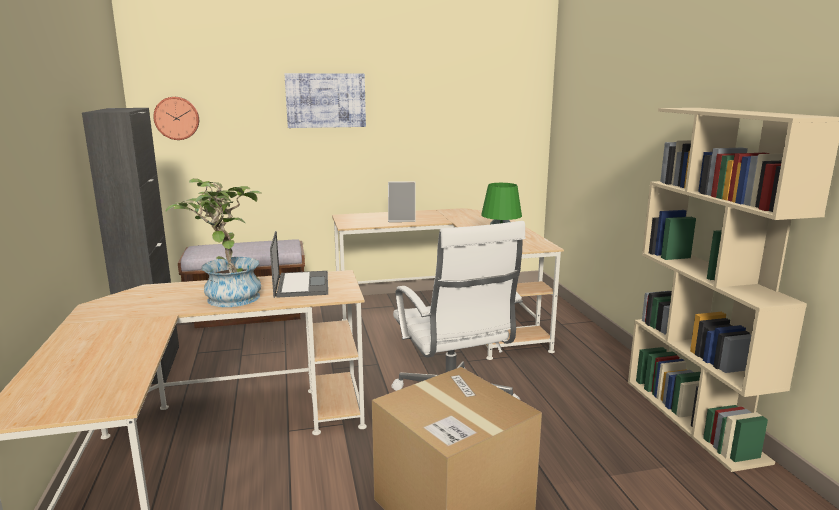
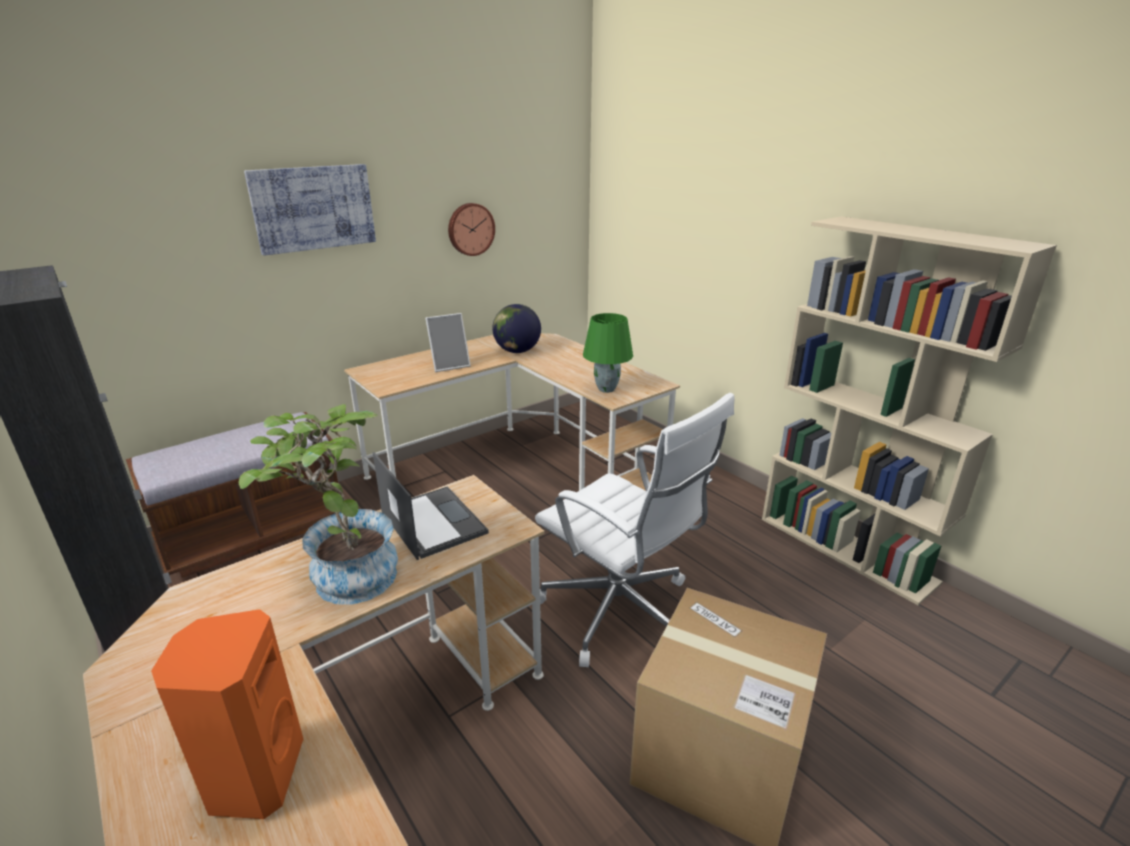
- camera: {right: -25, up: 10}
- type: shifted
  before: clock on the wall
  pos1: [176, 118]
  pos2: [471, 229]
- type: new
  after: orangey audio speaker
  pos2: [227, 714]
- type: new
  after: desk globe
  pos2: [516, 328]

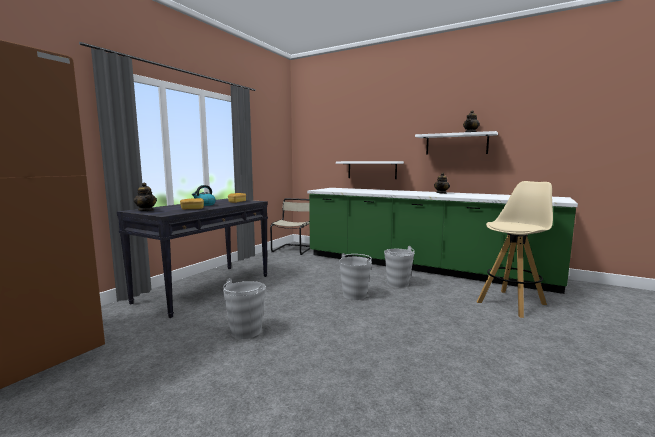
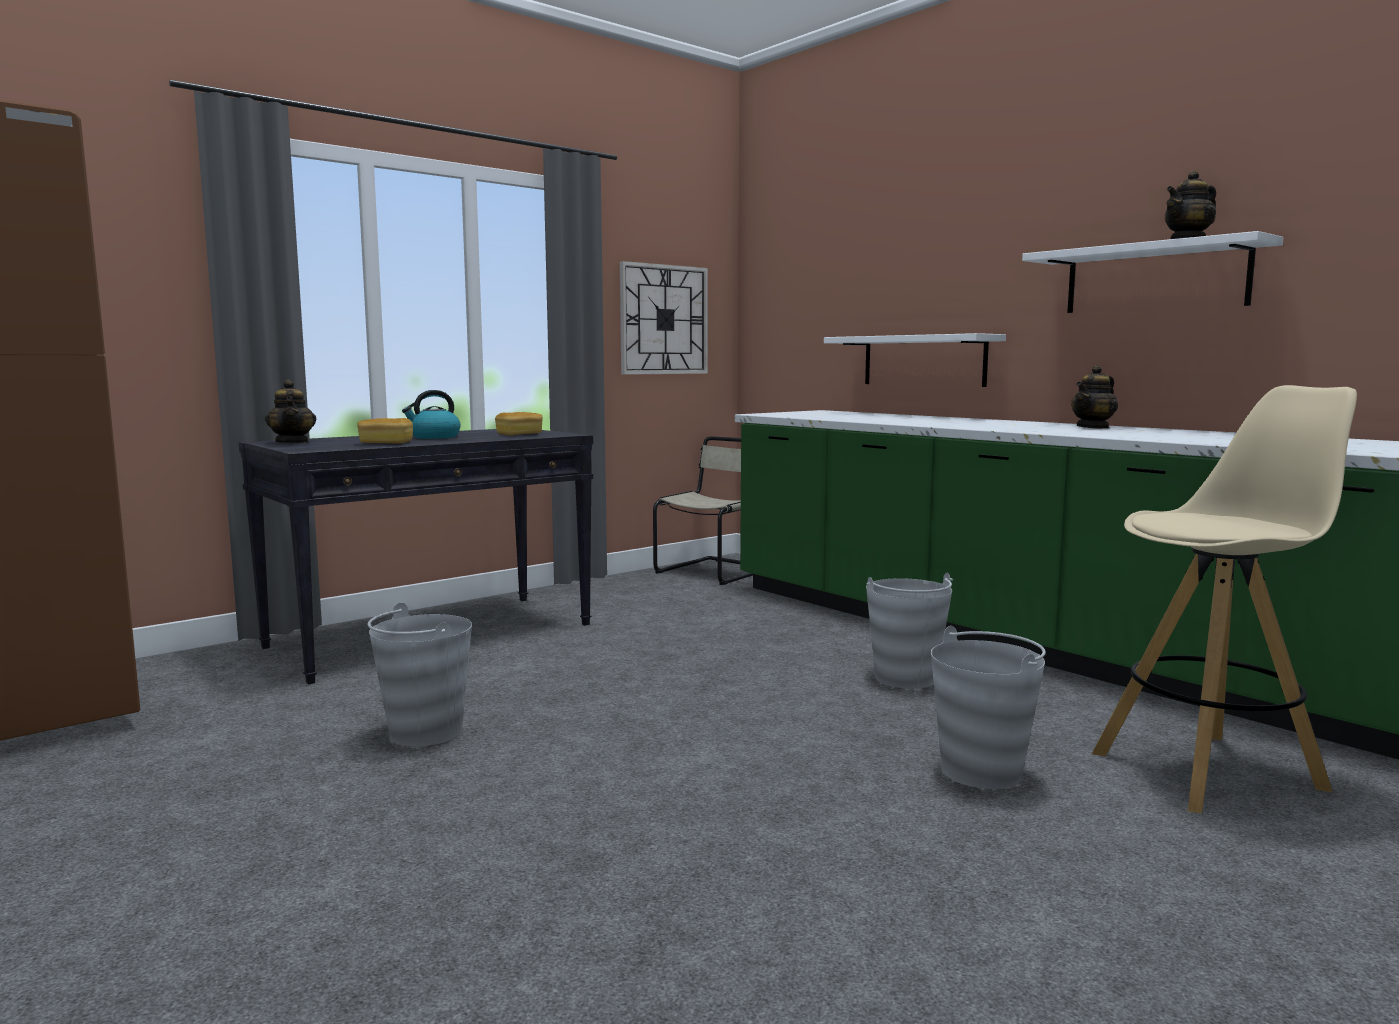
- camera: {right: 20, up: 0}
- type: shifted
  before: grey water bucket
  pos1: [355, 276]
  pos2: [988, 707]
- type: new
  after: clock on the wall
  pos2: [664, 318]

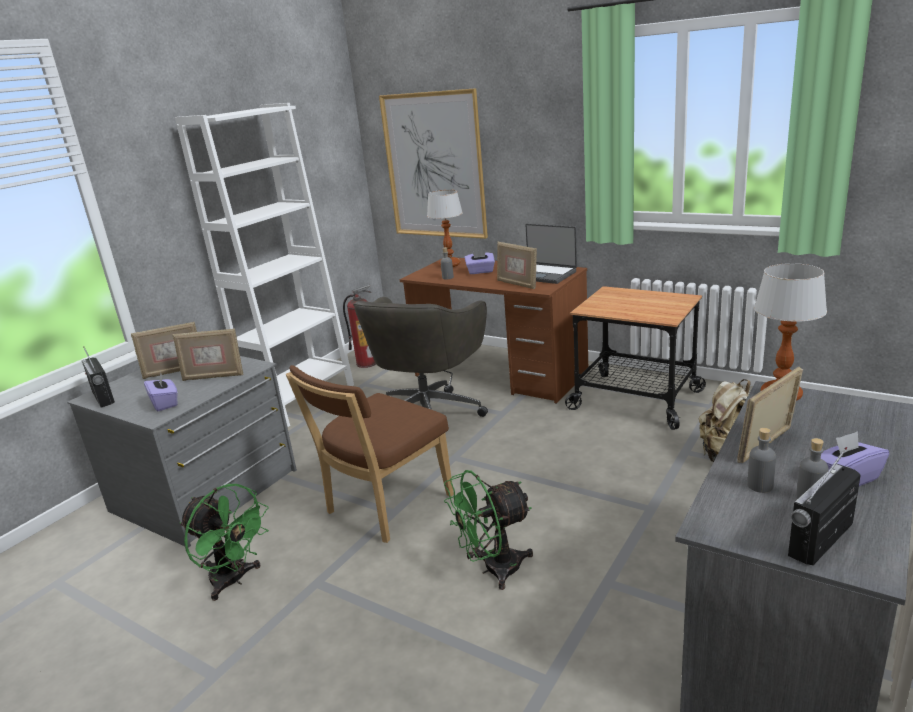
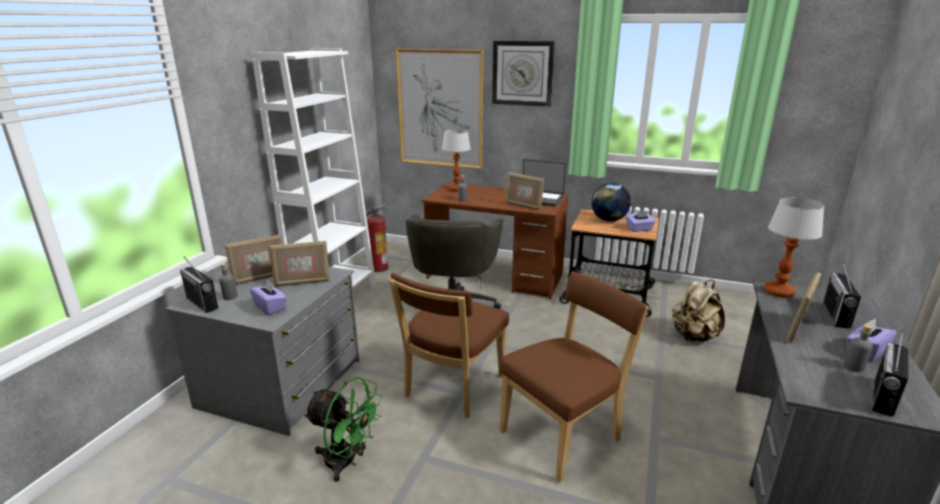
- camera: {right: -15, up: 0}
- type: swapped
  before: green fan
  after: brown-coloured chair
  pos1: [488, 530]
  pos2: [573, 377]
- type: shifted
  before: purple tissue box
  pos1: [480, 262]
  pos2: [641, 221]
- type: shifted
  before: grey drink bottle
  pos1: [761, 460]
  pos2: [228, 281]
- type: new
  after: clock on the wall
  pos2: [523, 74]
- type: new
  after: desk globe
  pos2: [611, 202]
- type: new
  after: radio
  pos2: [842, 295]

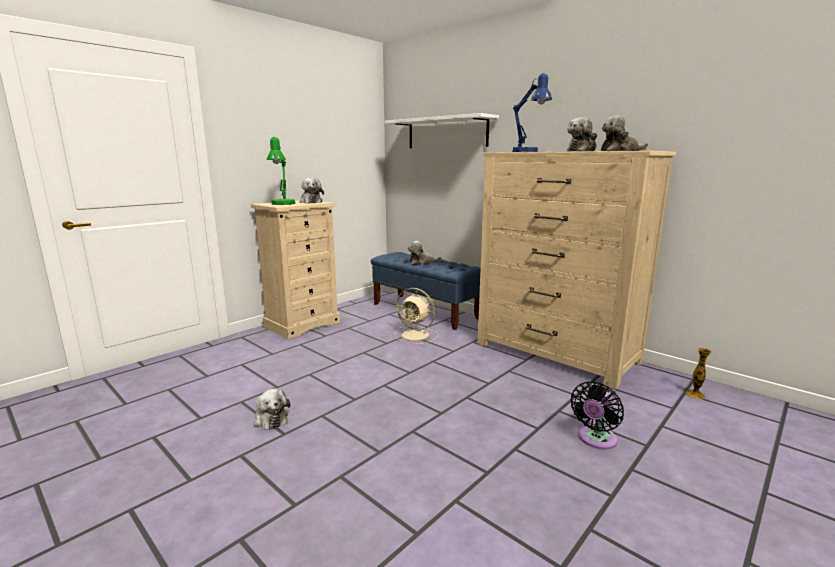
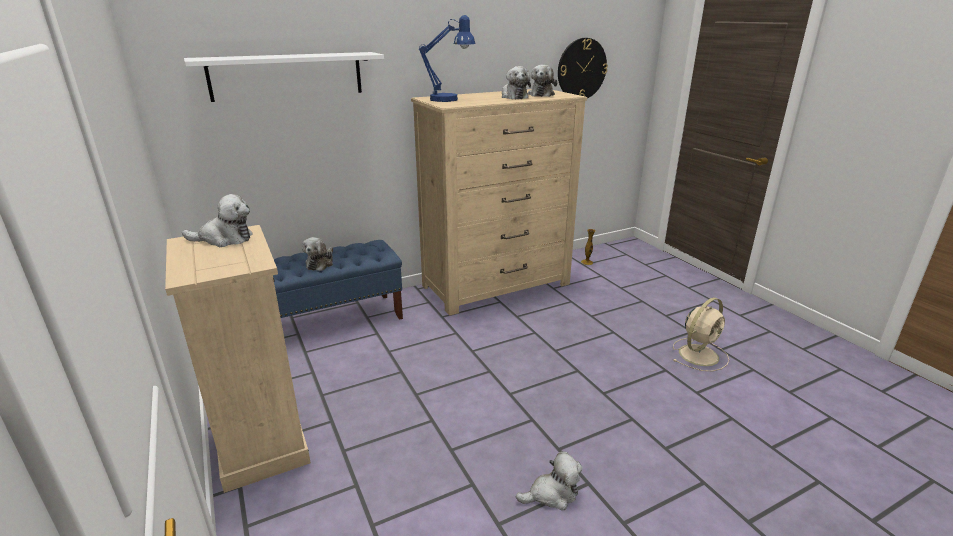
- camera: {right: -70, up: 10}
- type: gone
  before: green lamp for a table
  pos1: [281, 171]
- type: shifted
  before: beige-coloured fan
  pos1: [416, 316]
  pos2: [701, 334]
- type: gone
  before: black-coloured fan
  pos1: [597, 415]
- type: new
  after: clock on the wall
  pos2: [583, 68]

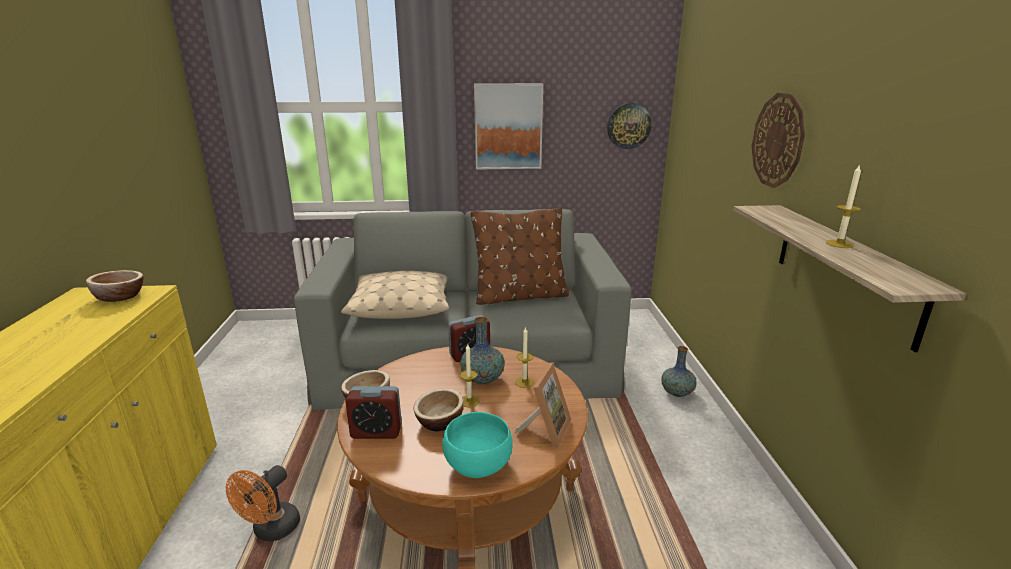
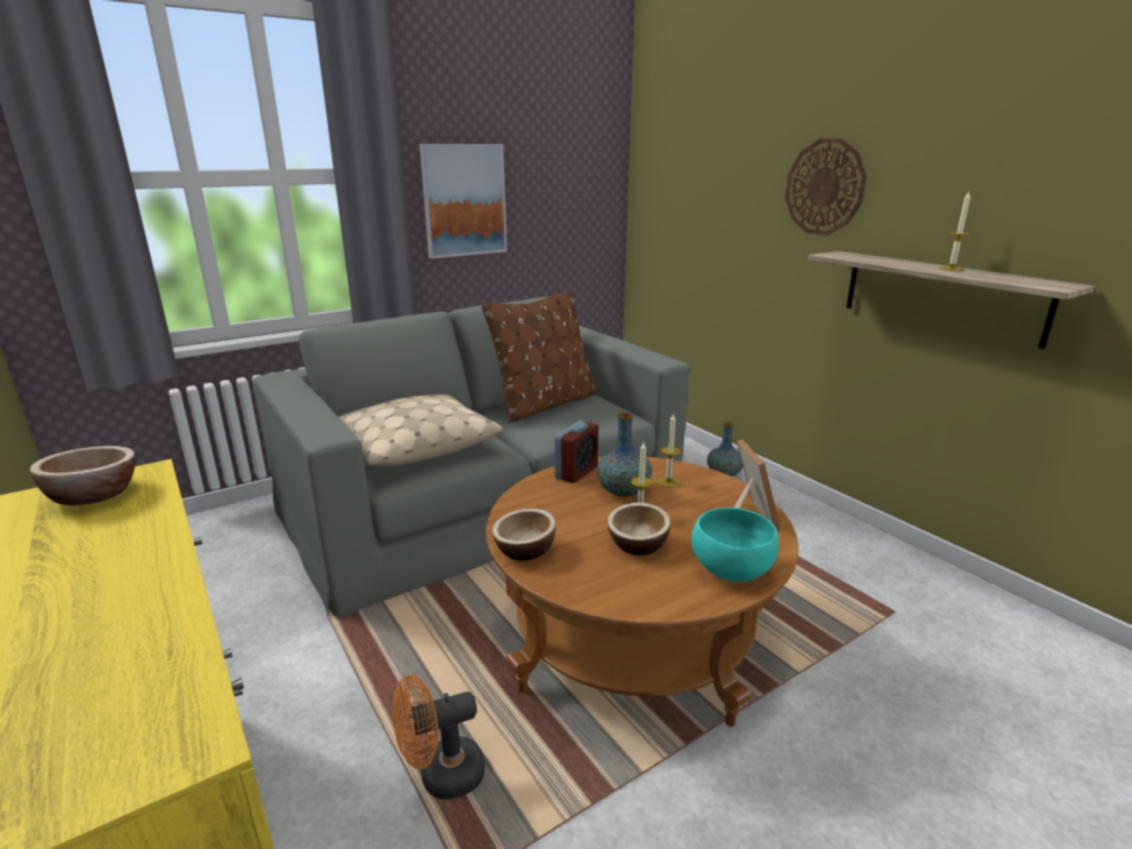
- camera: {right: -30, up: 0}
- type: rotated
  before: orangey fan
  pos1: [263, 503]
  pos2: [439, 737]
  turn: 75
- type: gone
  before: bedside clock
  pos1: [373, 412]
- type: gone
  before: clock on the wall
  pos1: [629, 126]

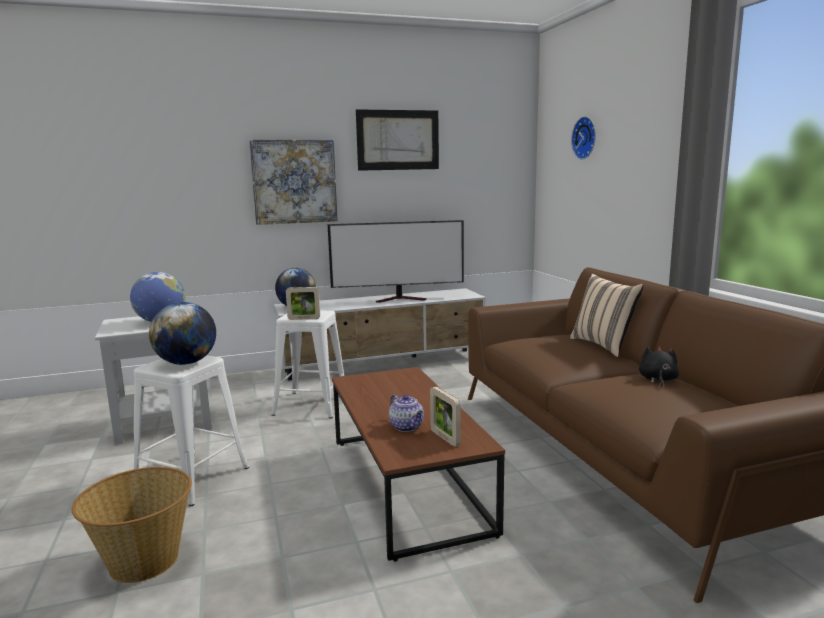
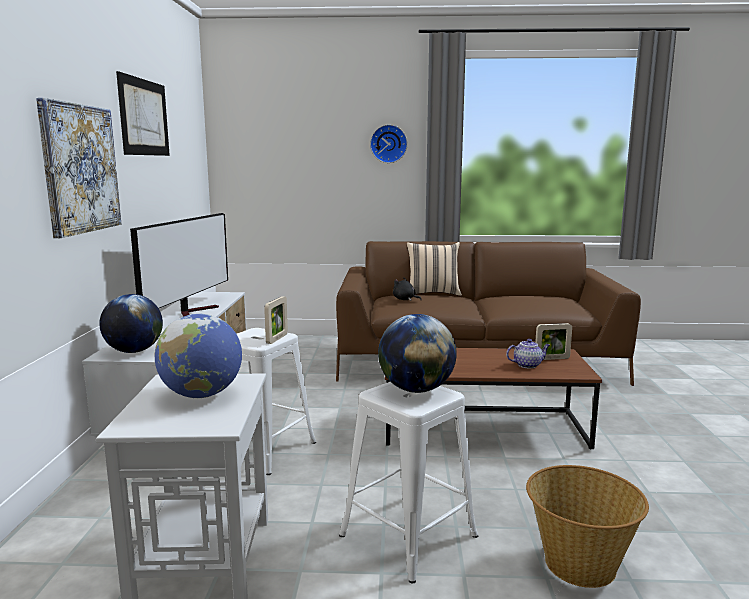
- camera: {right: -70, up: 0}
- type: shifted
  before: clock on the wall
  pos1: [583, 138]
  pos2: [389, 144]
- type: shifted
  before: black-coloured plush toy
  pos1: [659, 367]
  pos2: [407, 289]

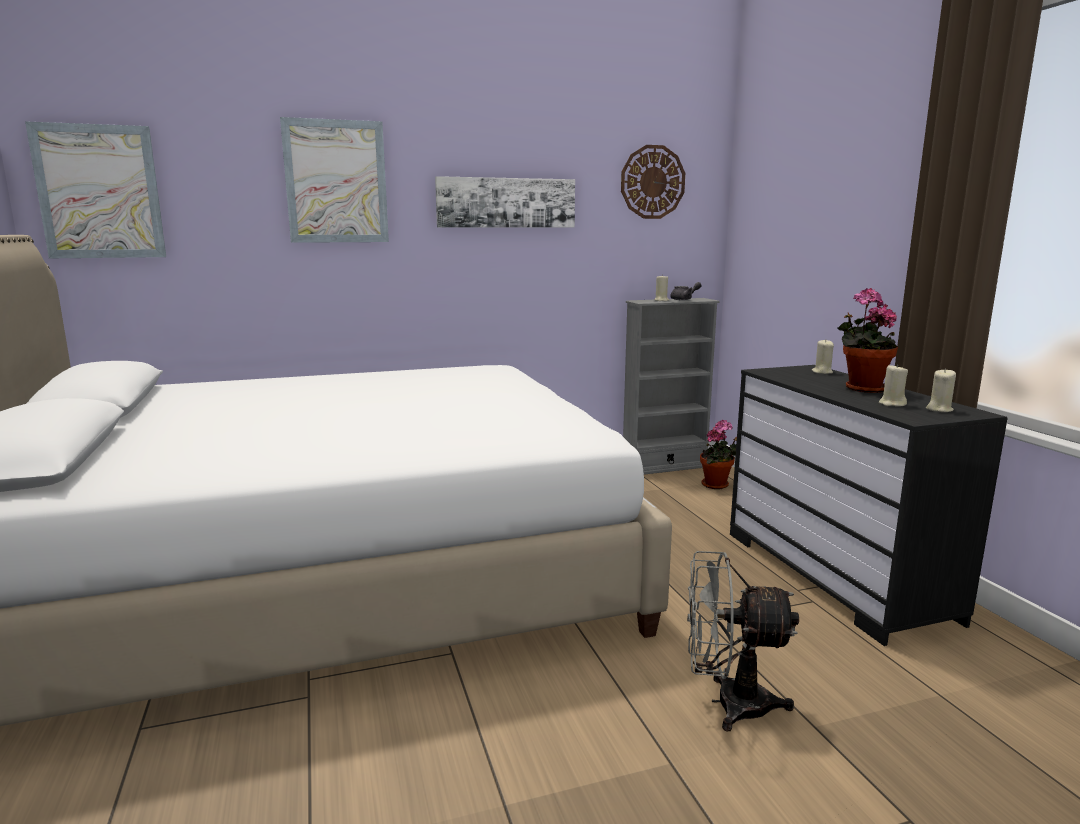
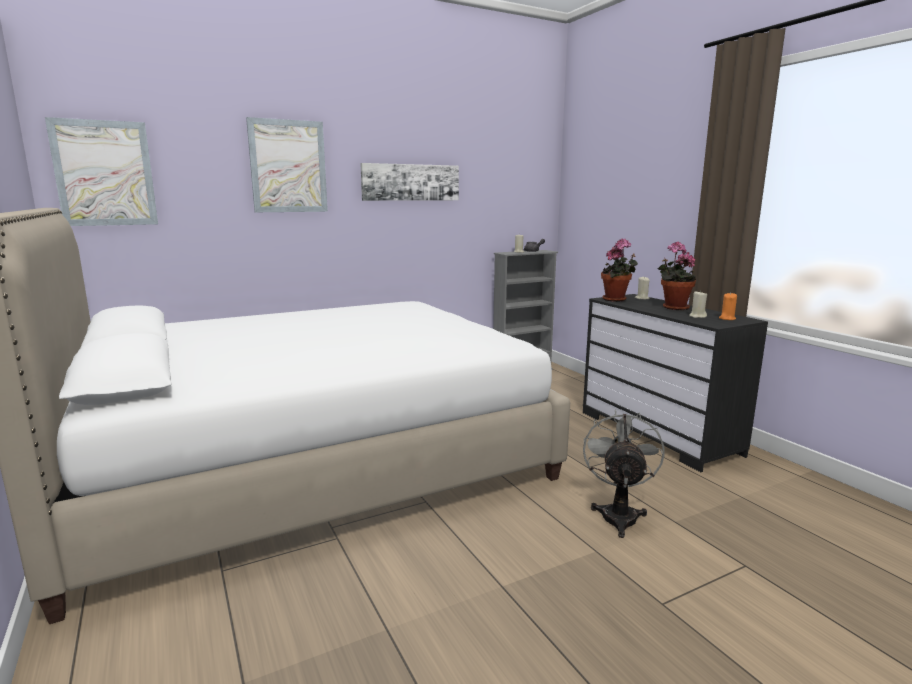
- camera: {right: -10, up: 0}
- type: gone
  before: clock on the wall
  pos1: [653, 182]
- type: rotated
  before: grey fan
  pos1: [743, 641]
  pos2: [624, 473]
  turn: 105
- type: shifted
  before: plant in a pot
  pos1: [718, 454]
  pos2: [619, 270]
- type: repainted
  before: beige-coloured candle
  after: orangey candle
  pos1: [941, 390]
  pos2: [728, 306]

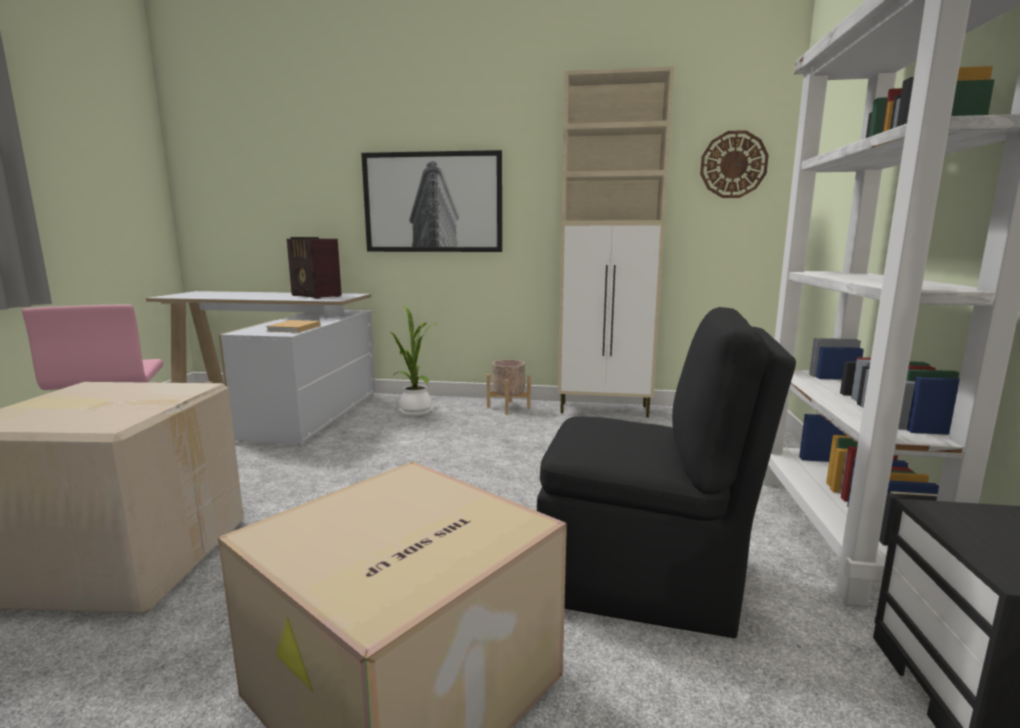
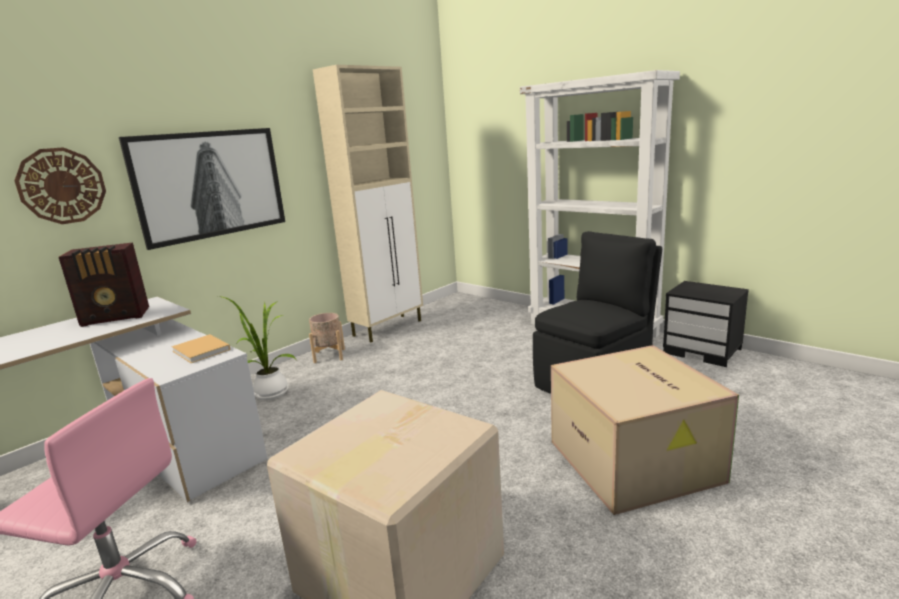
- camera: {right: -55, up: 5}
- type: shifted
  before: clock on the wall
  pos1: [734, 164]
  pos2: [60, 185]

